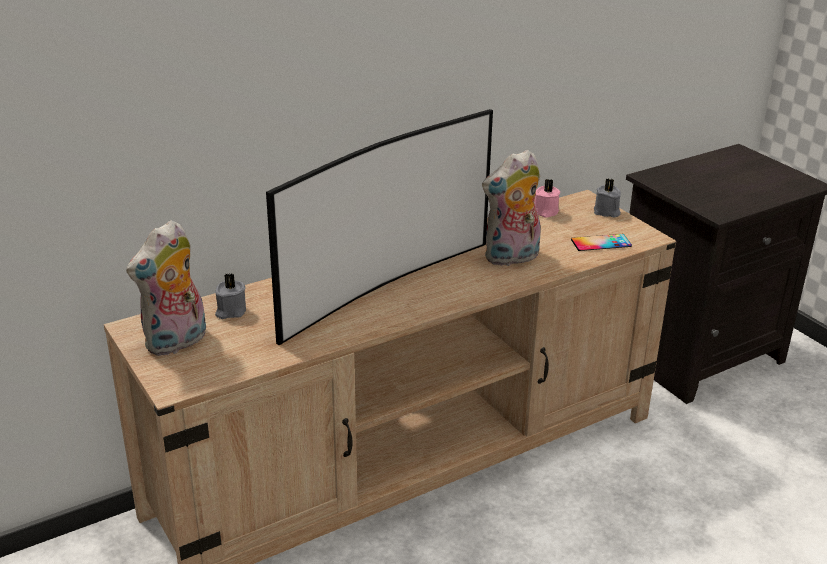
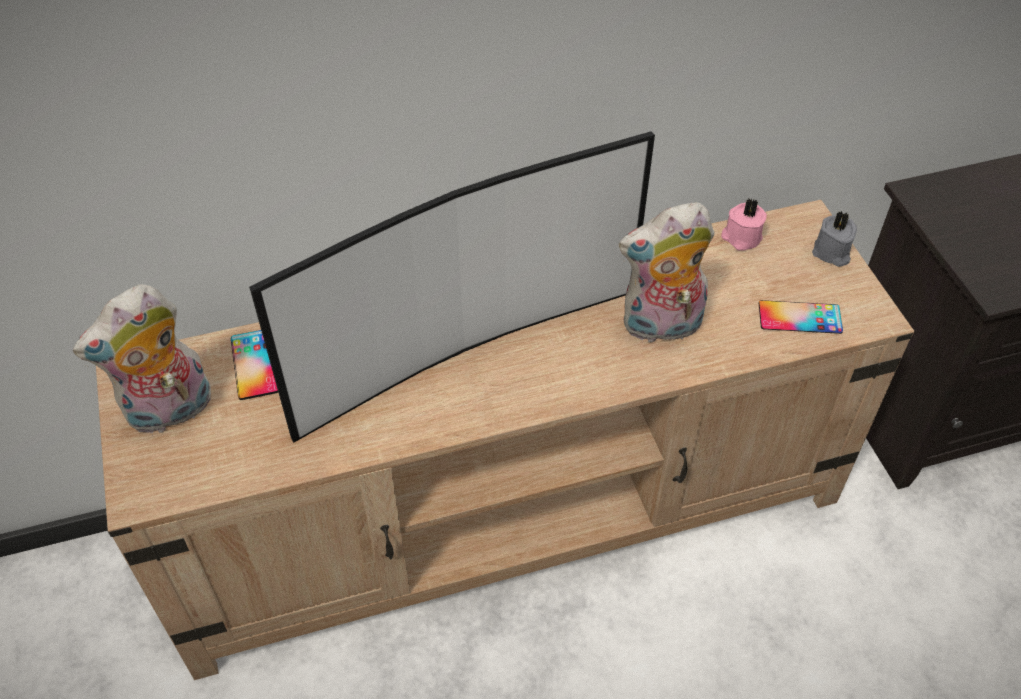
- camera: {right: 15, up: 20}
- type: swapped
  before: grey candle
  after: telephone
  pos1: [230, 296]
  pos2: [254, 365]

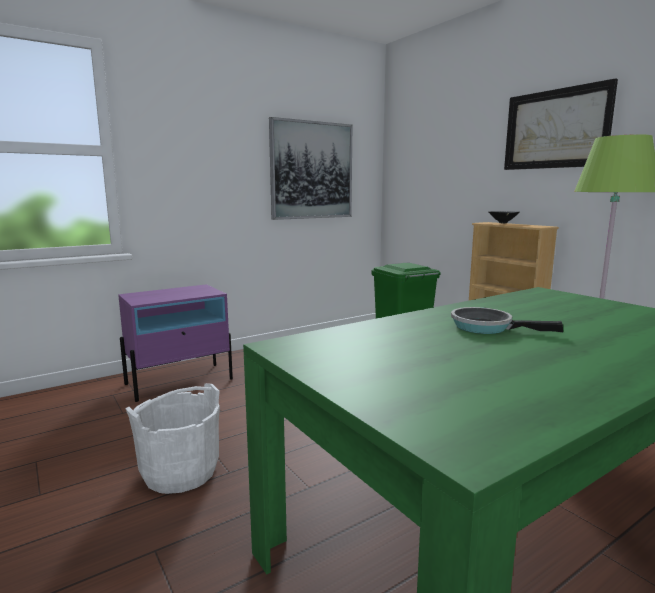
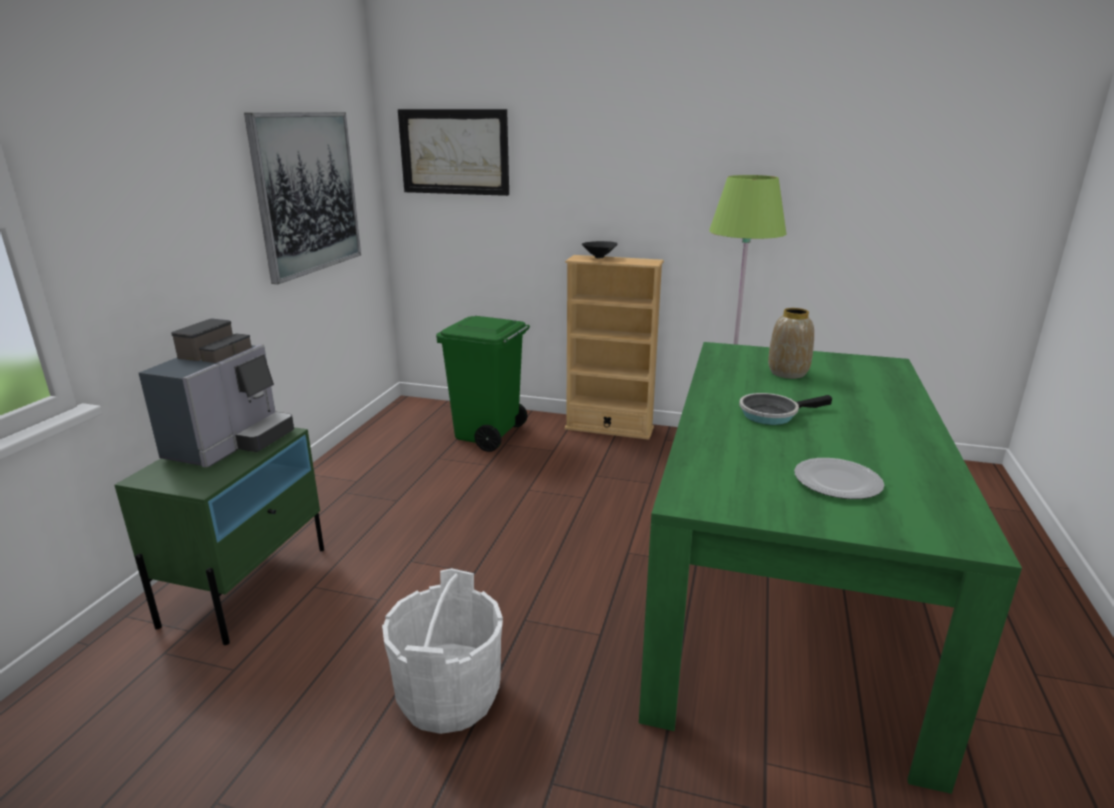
- camera: {right: -40, up: 10}
- type: repainted
  before: purple nightstand
  after: green nightstand
  pos1: [175, 343]
  pos2: [219, 536]
- type: shifted
  before: picture
  pos1: [561, 124]
  pos2: [453, 152]
- type: new
  after: coffee brewer
  pos2: [216, 393]
- type: new
  after: vase
  pos2: [791, 343]
- type: new
  after: flat dish
  pos2: [839, 478]

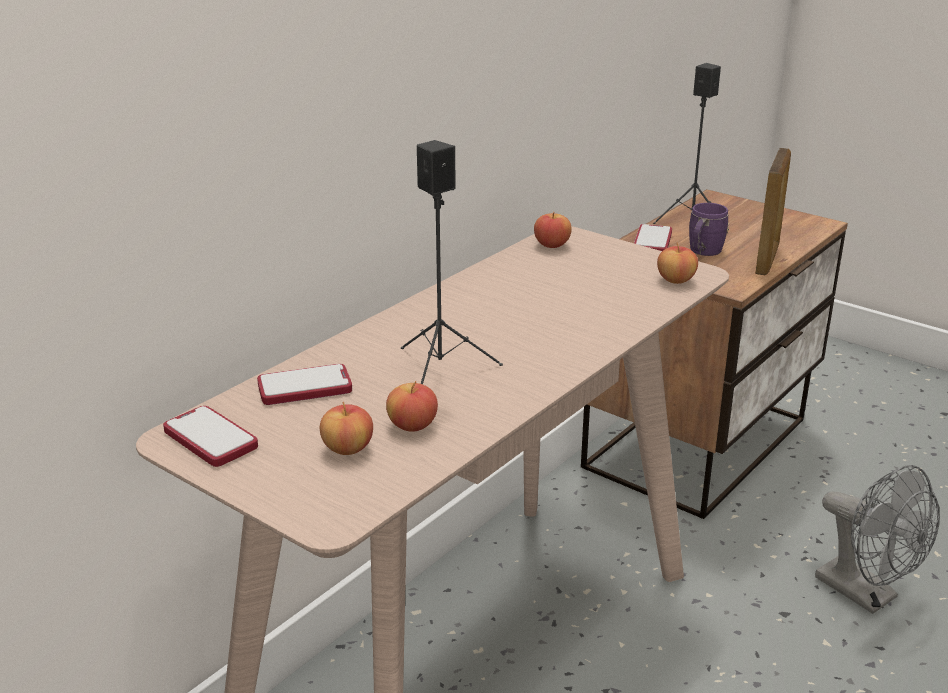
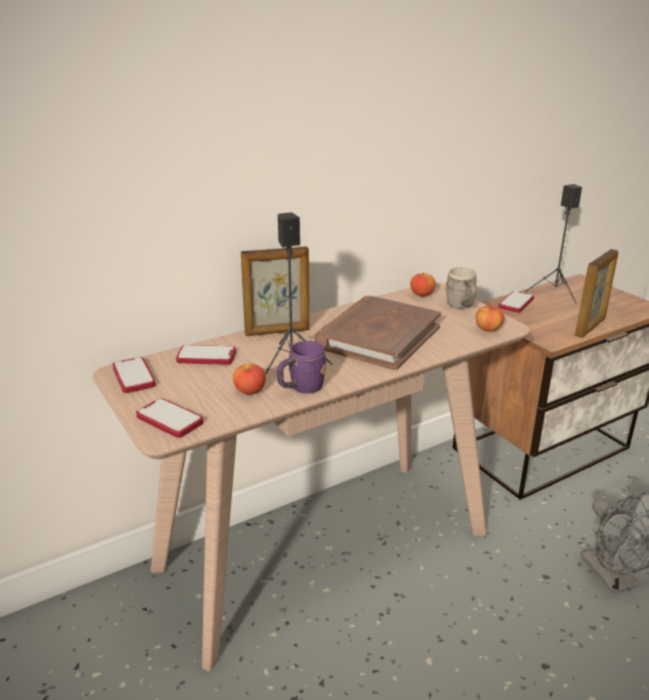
- camera: {right: 20, up: 0}
- type: gone
  before: whole apple
  pos1: [346, 428]
- type: shifted
  before: purple coffee mug
  pos1: [709, 229]
  pos2: [301, 367]
- type: new
  after: telephone
  pos2: [169, 418]
- type: new
  after: picture frame
  pos2: [275, 291]
- type: new
  after: brown-coloured book
  pos2: [378, 333]
- type: new
  after: grey coffee mug
  pos2: [461, 288]

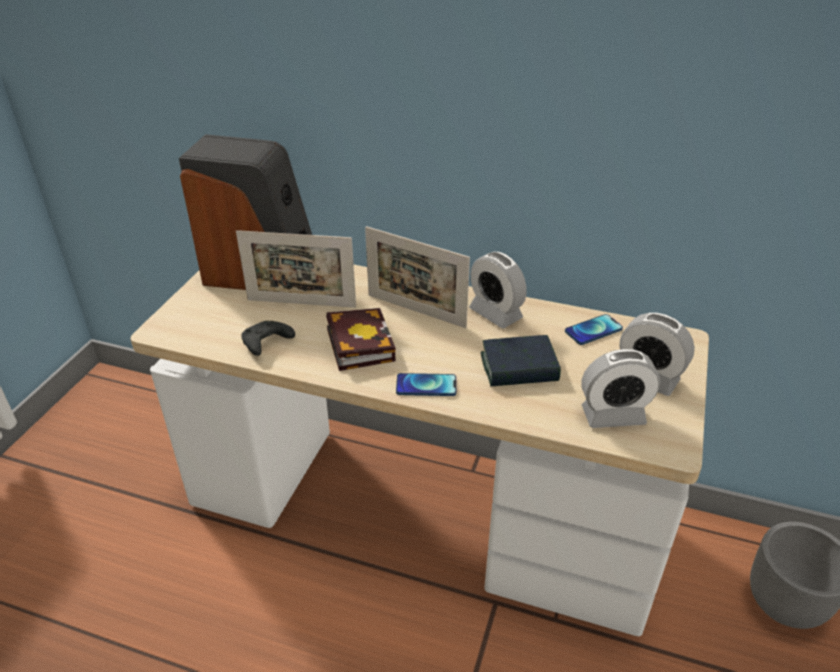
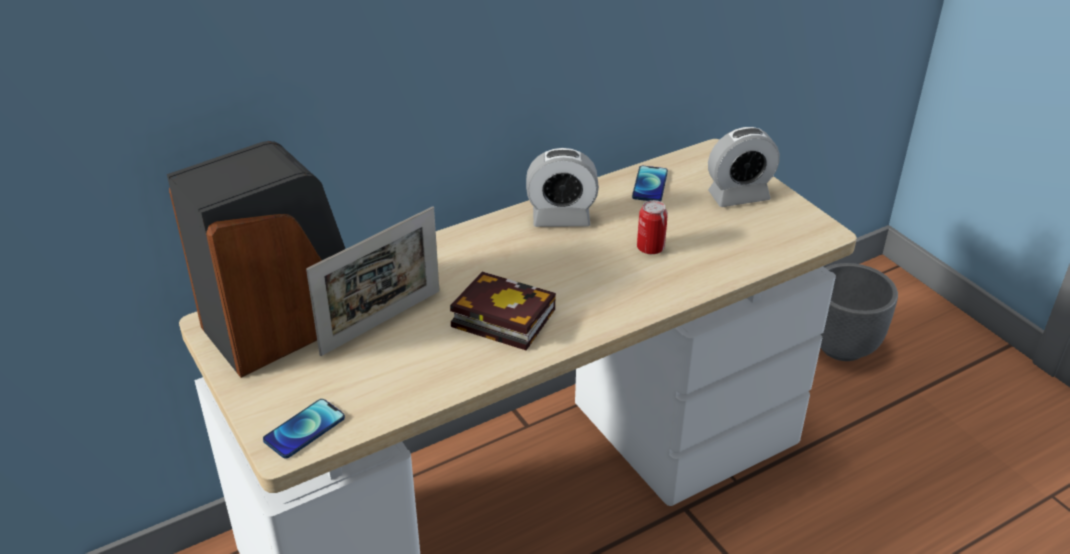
- camera: {right: -50, up: 0}
- type: gone
  before: black-coloured joypad
  pos1: [268, 338]
- type: gone
  before: picture frame
  pos1: [417, 277]
- type: shifted
  before: telephone
  pos1: [426, 384]
  pos2: [304, 429]
- type: swapped
  before: book
  after: can
  pos1: [521, 361]
  pos2: [652, 227]
- type: gone
  before: bedside clock
  pos1: [620, 388]

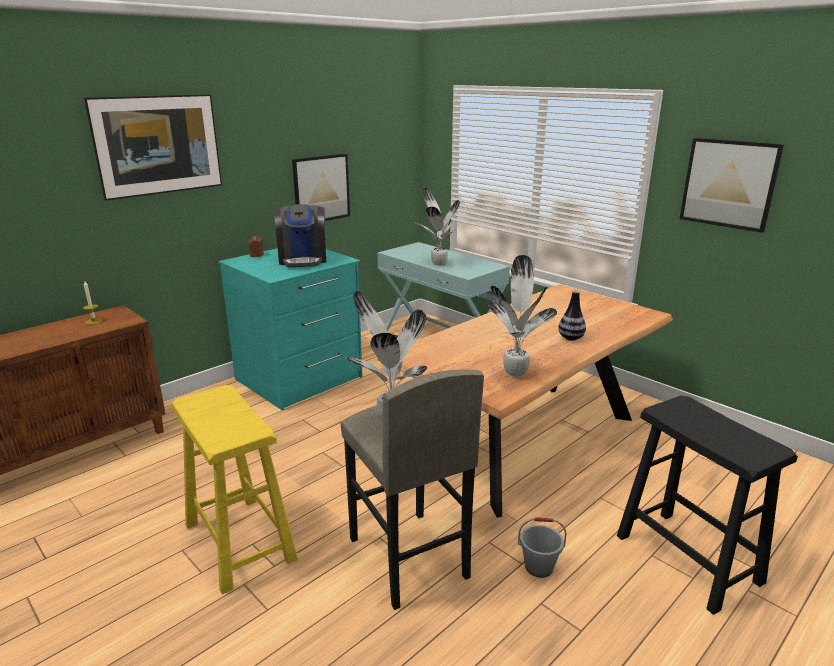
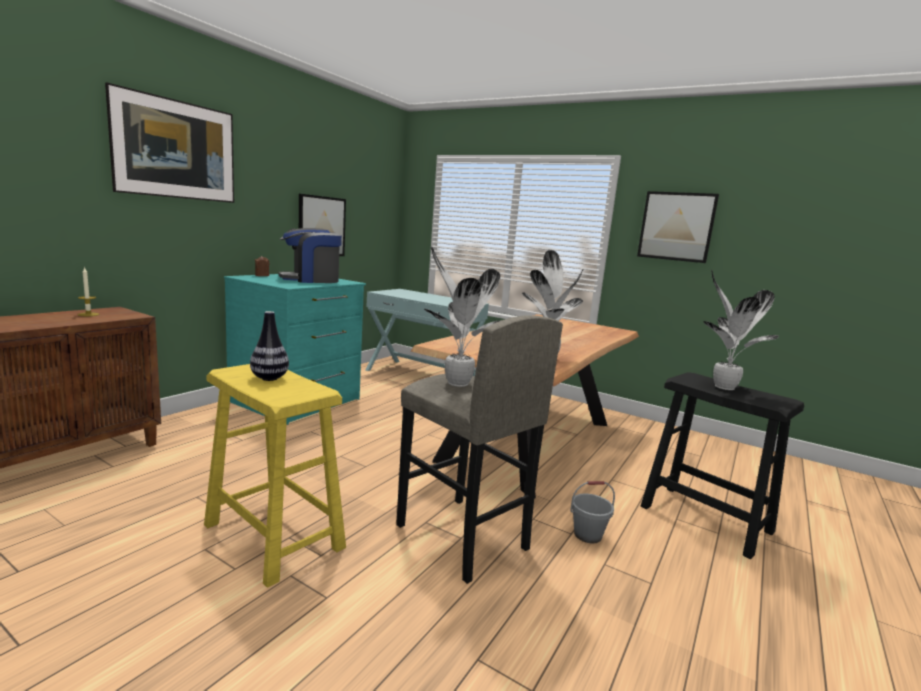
- camera: {right: -15, up: -10}
- type: rotated
  before: coffee brewer
  pos1: [299, 236]
  pos2: [310, 255]
  turn: 90
- type: shifted
  before: plant in a pot
  pos1: [437, 226]
  pos2: [741, 330]
- type: shifted
  before: vase
  pos1: [572, 316]
  pos2: [269, 346]

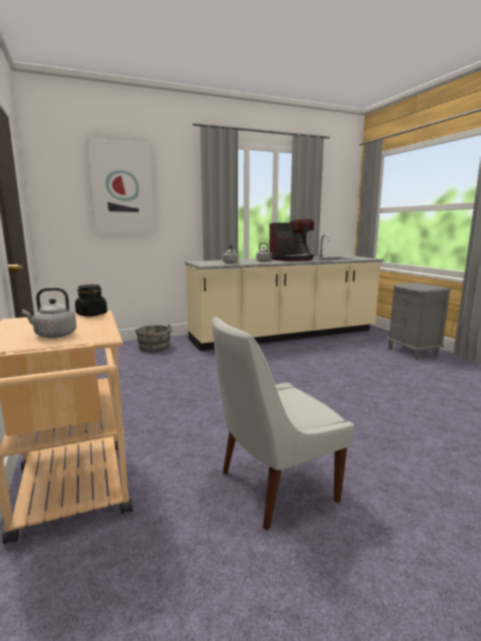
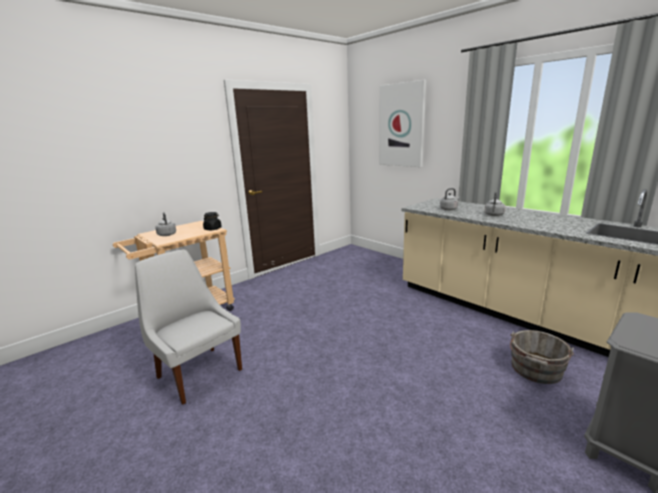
- camera: {right: 70, up: 5}
- type: shifted
  before: grey water bucket
  pos1: [154, 338]
  pos2: [542, 357]
- type: gone
  before: coffee brewer
  pos1: [291, 240]

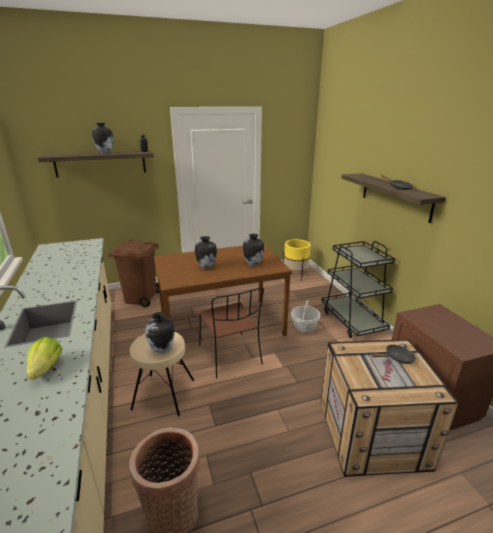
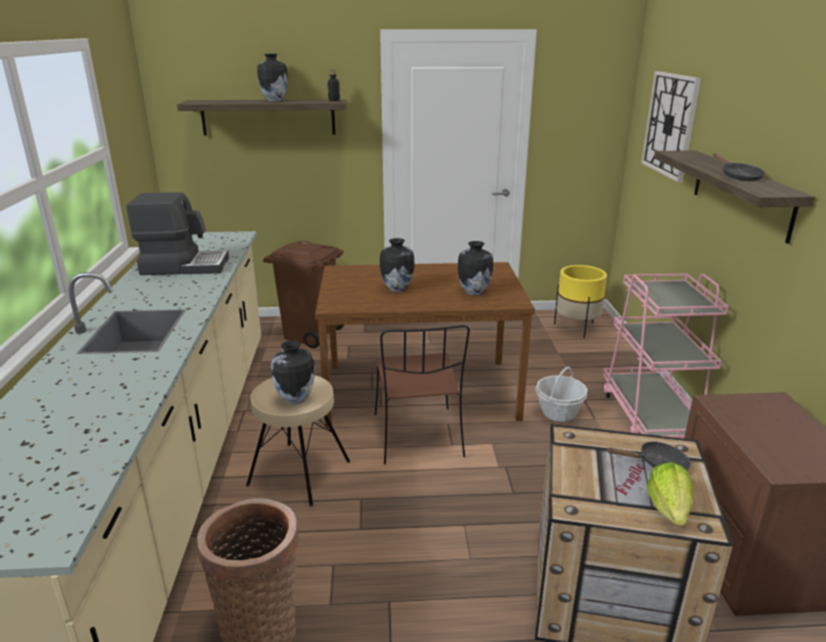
- camera: {right: 15, up: 0}
- type: shifted
  before: lettuce head
  pos1: [44, 358]
  pos2: [670, 494]
- type: repainted
  before: black-coloured cart
  after: pink-coloured cart
  pos1: [358, 289]
  pos2: [666, 355]
- type: new
  after: coffee brewer
  pos2: [177, 233]
- type: new
  after: clock on the wall
  pos2: [671, 126]

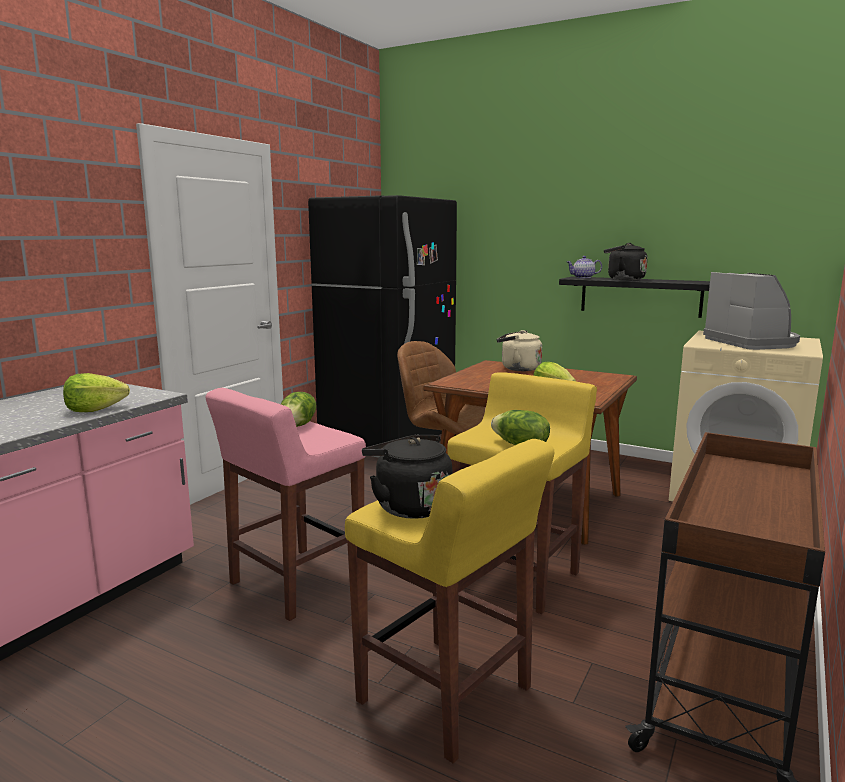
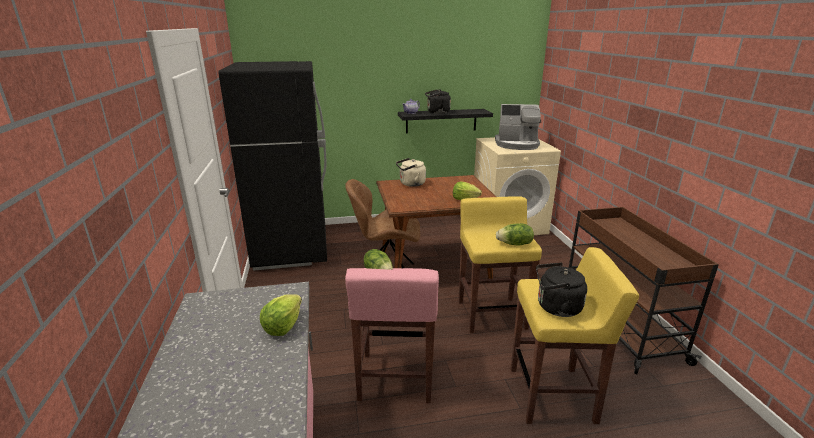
- camera: {right: -40, up: 10}
- type: rotated
  before: coffee brewer
  pos1: [751, 311]
  pos2: [518, 127]
  turn: 150

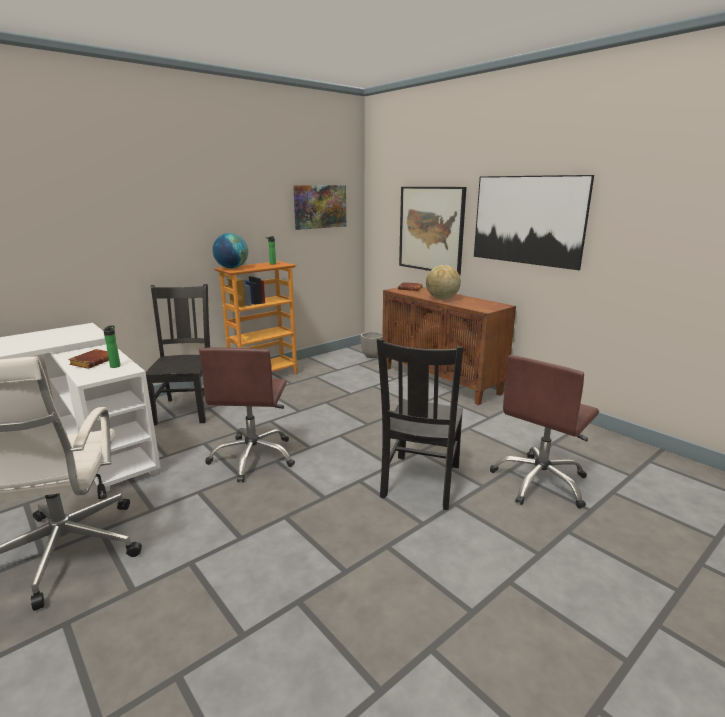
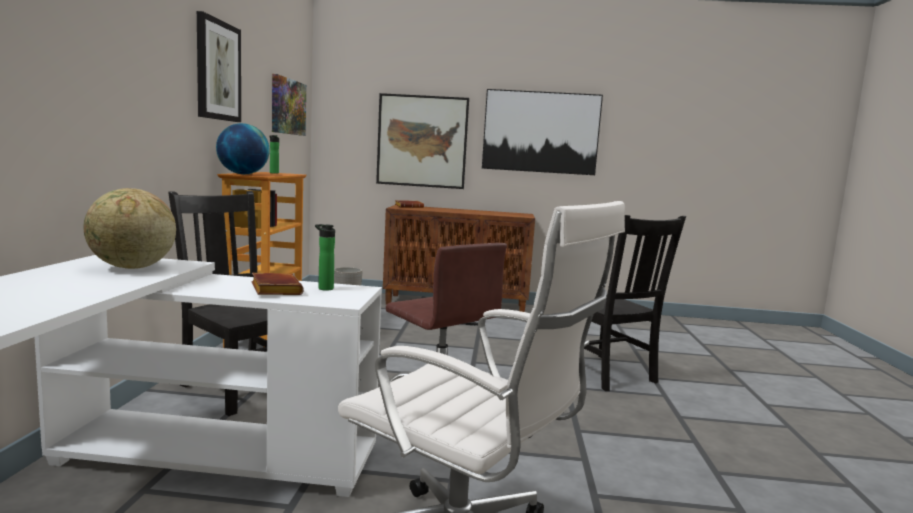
- camera: {right: -45, up: -10}
- type: shifted
  before: desk globe
  pos1: [443, 282]
  pos2: [129, 228]
- type: gone
  before: brown-coloured computer chair
  pos1: [544, 432]
- type: new
  after: picture
  pos2: [219, 66]

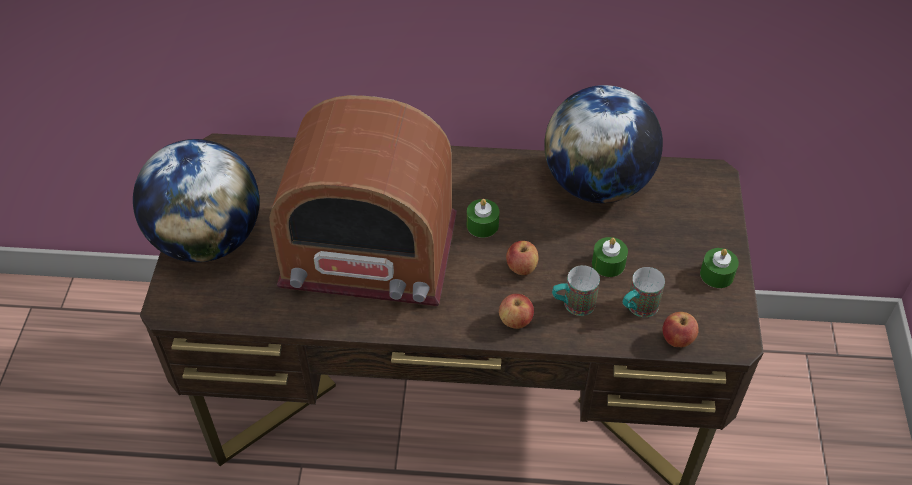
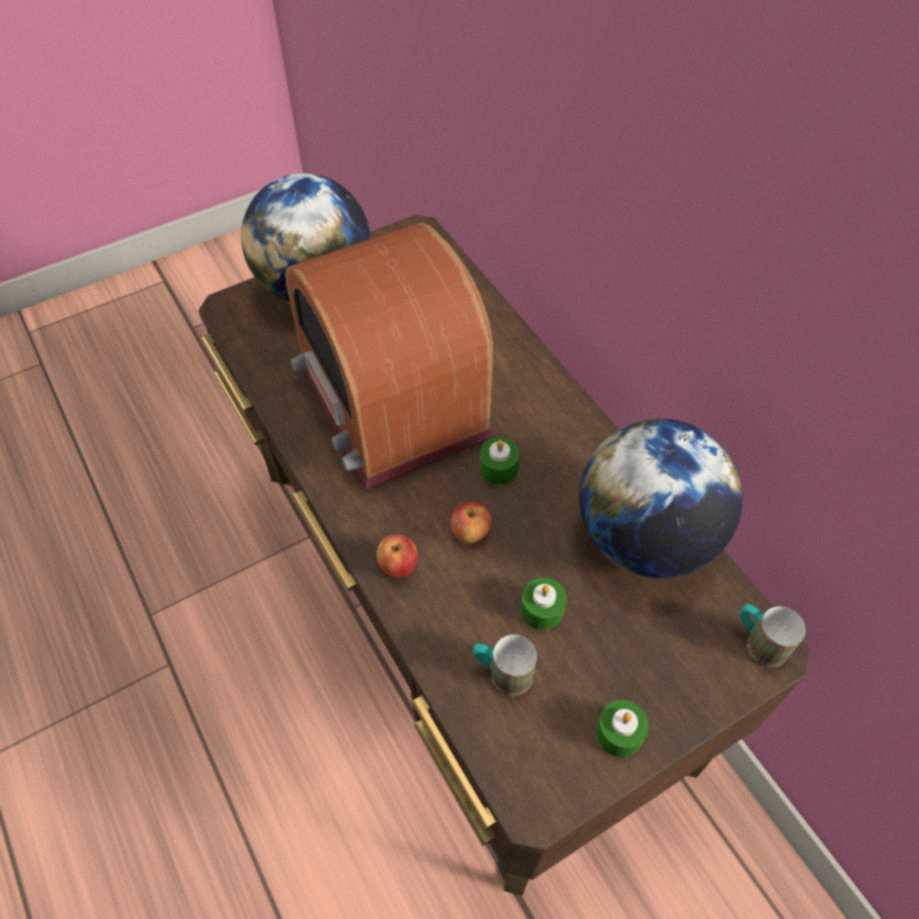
- camera: {right: 55, up: 5}
- type: shifted
  before: coffee mug
  pos1: [576, 290]
  pos2: [773, 635]
- type: gone
  before: whole apple
  pos1: [680, 329]

